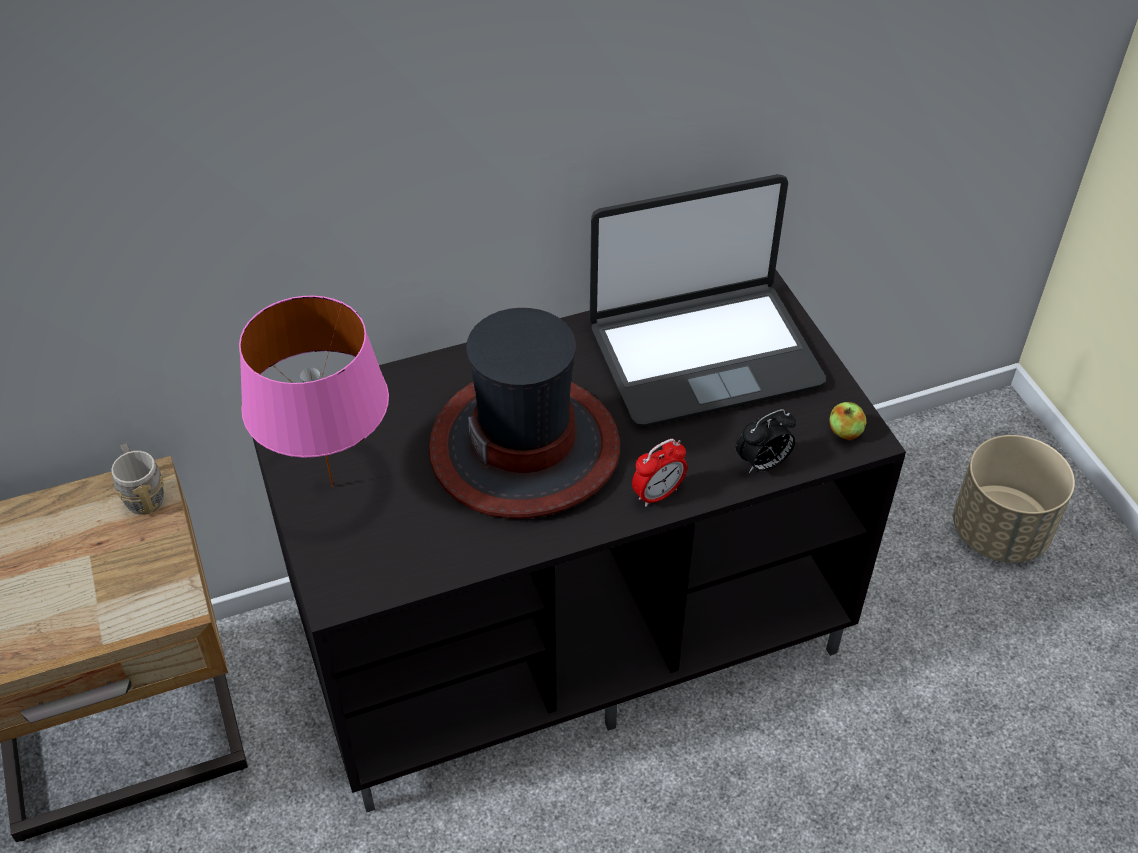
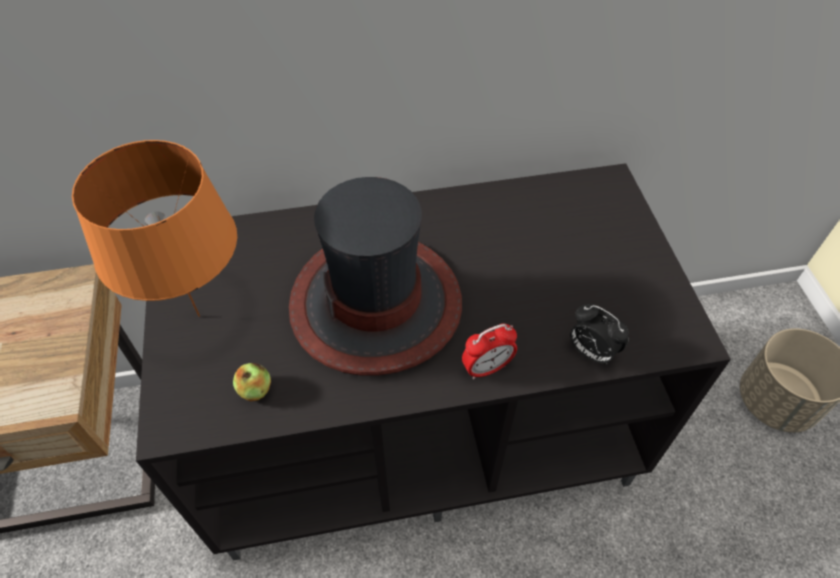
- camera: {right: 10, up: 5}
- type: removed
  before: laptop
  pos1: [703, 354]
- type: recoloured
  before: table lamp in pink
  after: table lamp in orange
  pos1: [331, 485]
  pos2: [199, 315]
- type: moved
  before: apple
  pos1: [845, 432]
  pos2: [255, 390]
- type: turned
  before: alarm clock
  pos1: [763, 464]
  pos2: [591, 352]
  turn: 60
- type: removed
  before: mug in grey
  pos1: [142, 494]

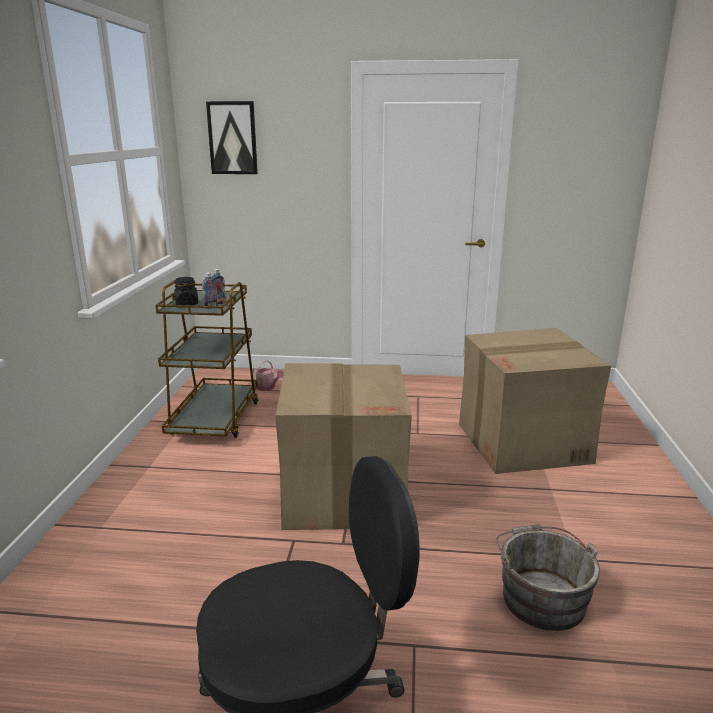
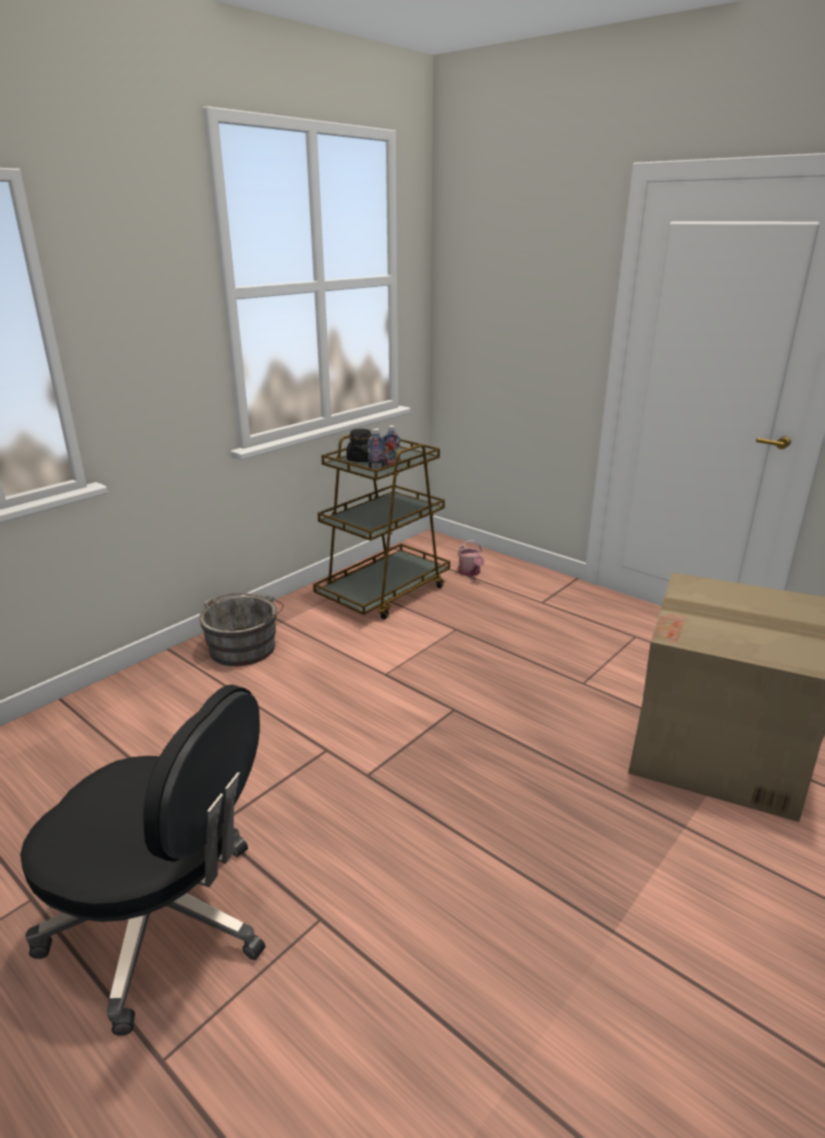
- camera: {right: 35, up: 5}
- type: removed
  before: picture
  pos1: [232, 138]
- type: removed
  before: cardboard box
  pos1: [344, 492]
- type: moved
  before: bucket in grey
  pos1: [541, 596]
  pos2: [245, 646]

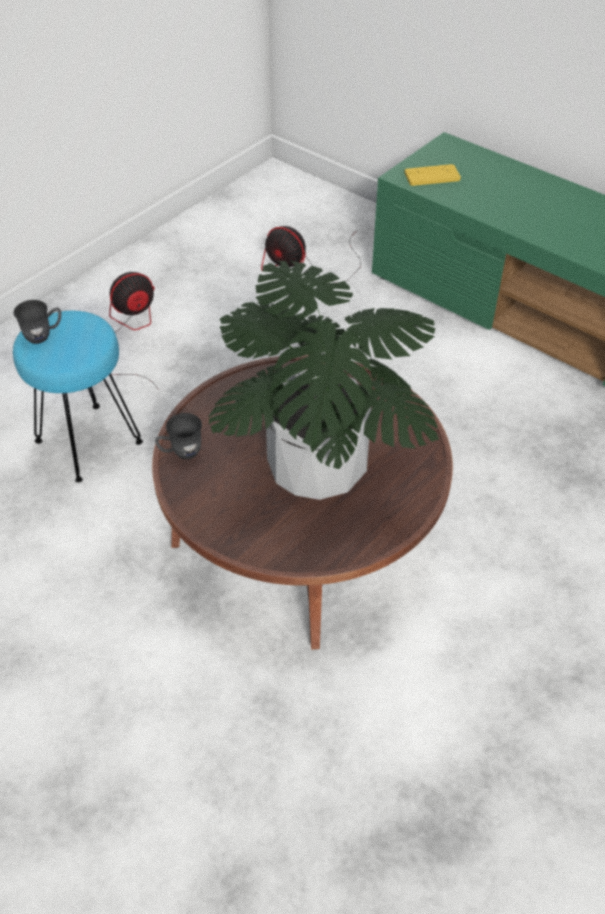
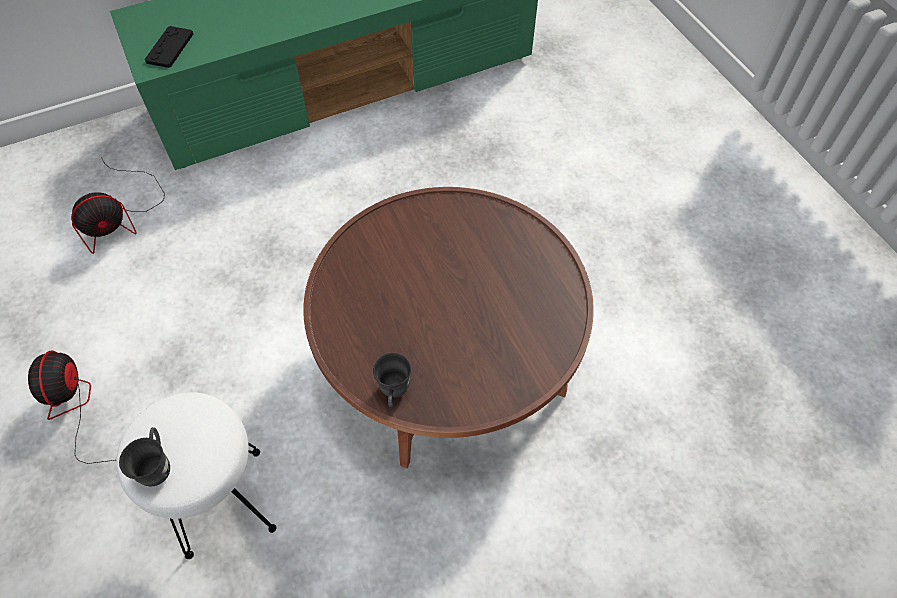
- camera: {right: -65, up: 10}
- type: recoloured
  before: game controller in yellow
  after: game controller in black
  pos1: [432, 176]
  pos2: [170, 48]
- type: removed
  before: potted plant
  pos1: [317, 469]
- type: recoloured
  before: stool in turquoise
  after: stool in white
  pos1: [89, 443]
  pos2: [226, 502]

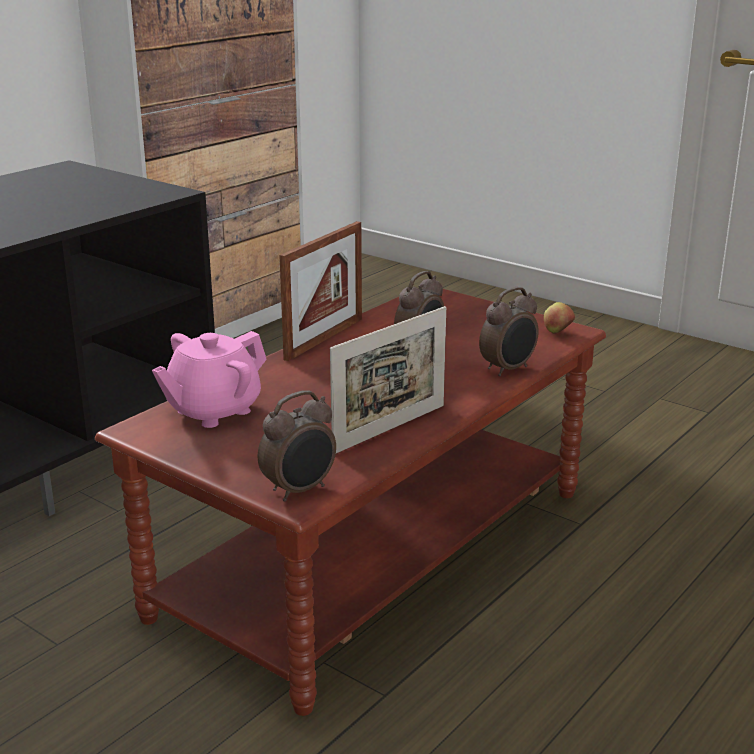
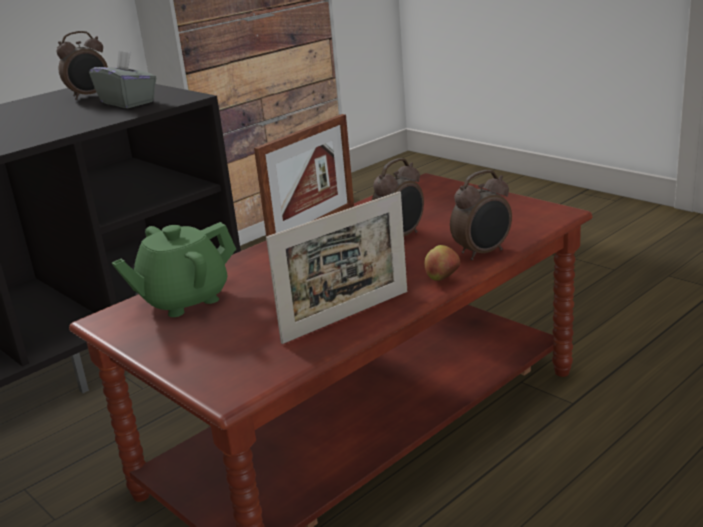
- camera: {right: 10, up: 0}
- type: moved
  before: apple
  pos1: [557, 333]
  pos2: [442, 279]
- type: recoloured
  before: teapot in pink
  after: teapot in green
  pos1: [213, 411]
  pos2: [184, 300]
- type: moved
  before: alarm clock
  pos1: [300, 490]
  pos2: [89, 96]
- type: added
  after: tissue box in grey
  pos2: [128, 102]

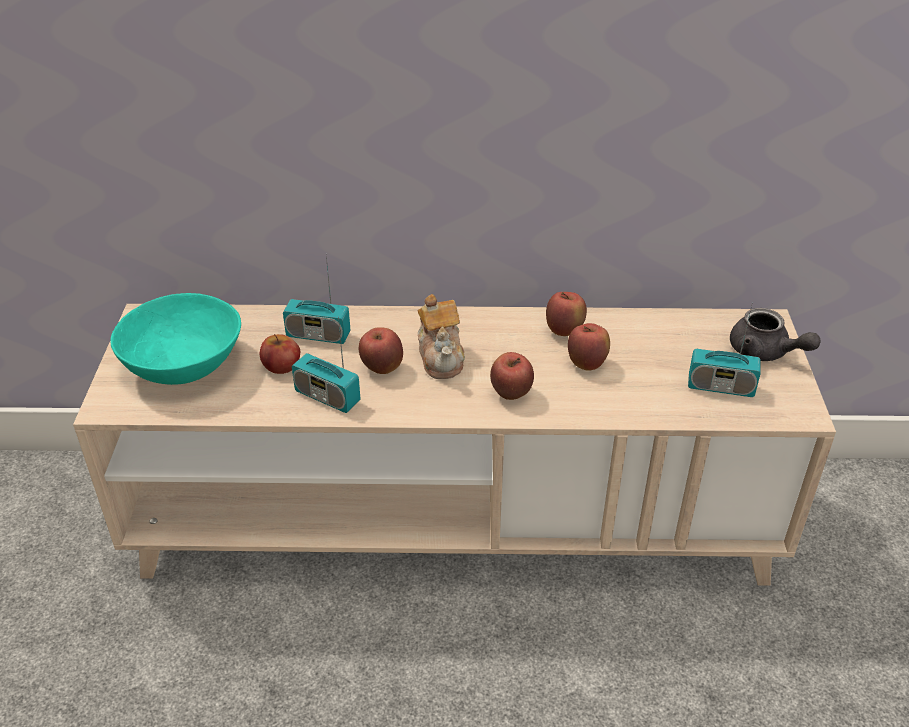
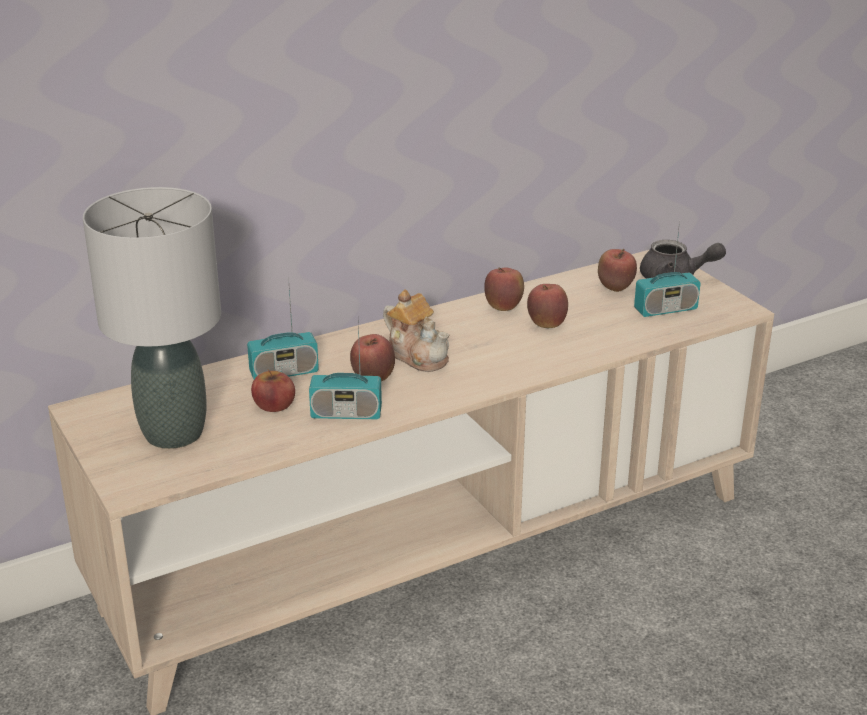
- camera: {right: -30, up: -10}
- type: replaced
  before: bowl in turquoise
  after: table lamp in grey
  pos1: [185, 365]
  pos2: [175, 433]
- type: moved
  before: apple
  pos1: [511, 394]
  pos2: [615, 288]

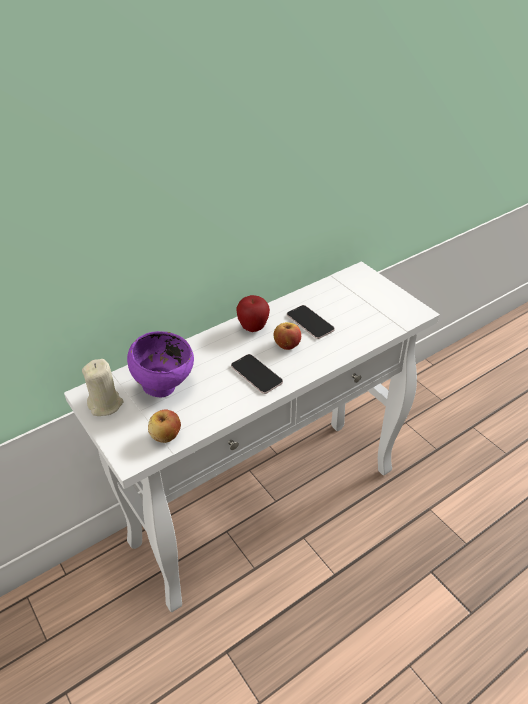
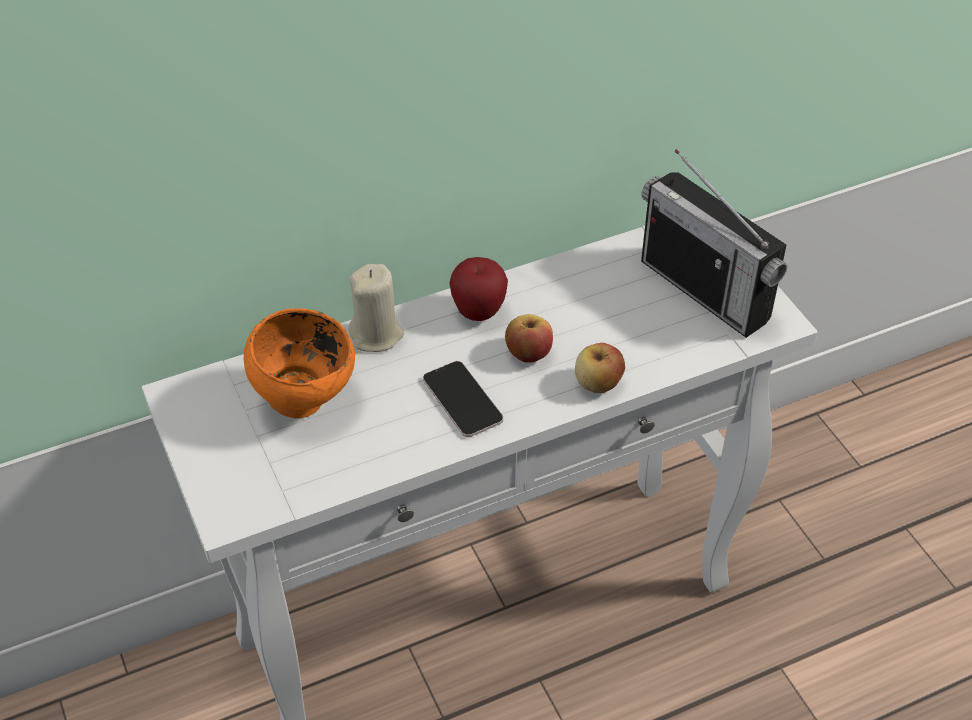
- camera: {right: 10, up: 5}
- type: removed
  before: phone
  pos1: [310, 322]
- type: recoloured
  before: bowl in purple
  after: bowl in orange
  pos1: [164, 387]
  pos2: [305, 400]
- type: moved
  before: candle in beige
  pos1: [106, 404]
  pos2: [376, 335]
- type: moved
  before: apple
  pos1: [166, 436]
  pos2: [598, 383]
- type: added
  after: radio
  pos2: [704, 290]

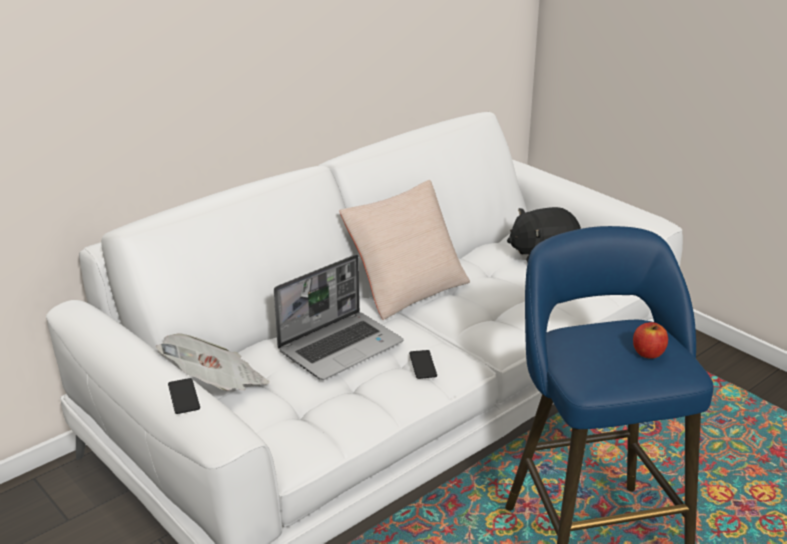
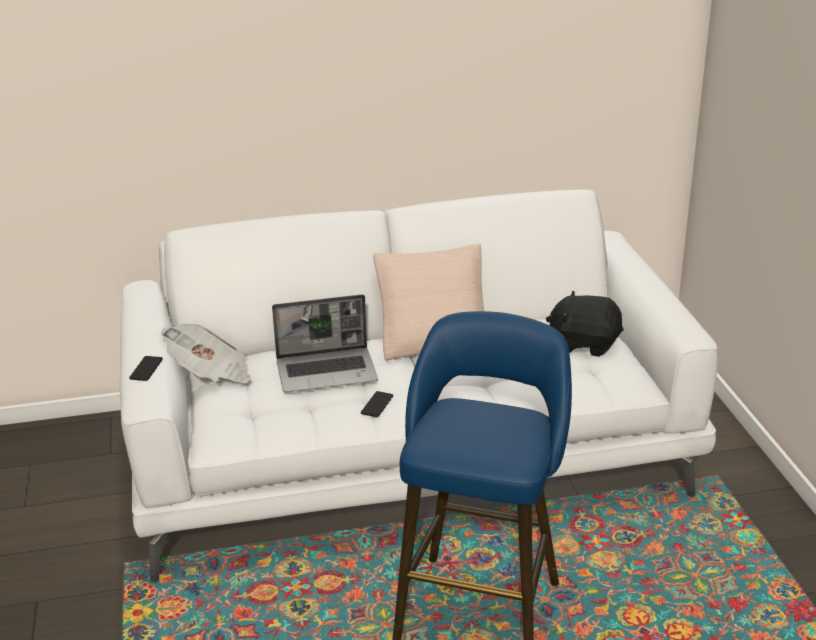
- camera: {right: 30, up: 0}
- type: removed
  before: apple
  pos1: [648, 353]

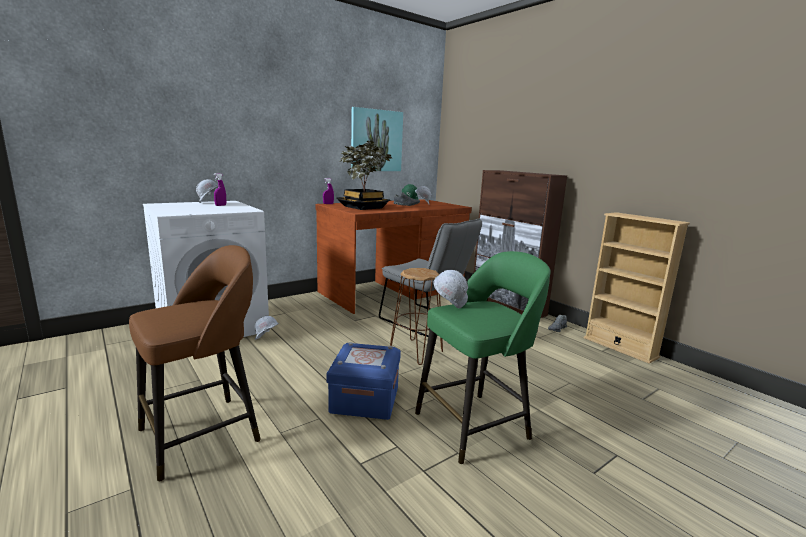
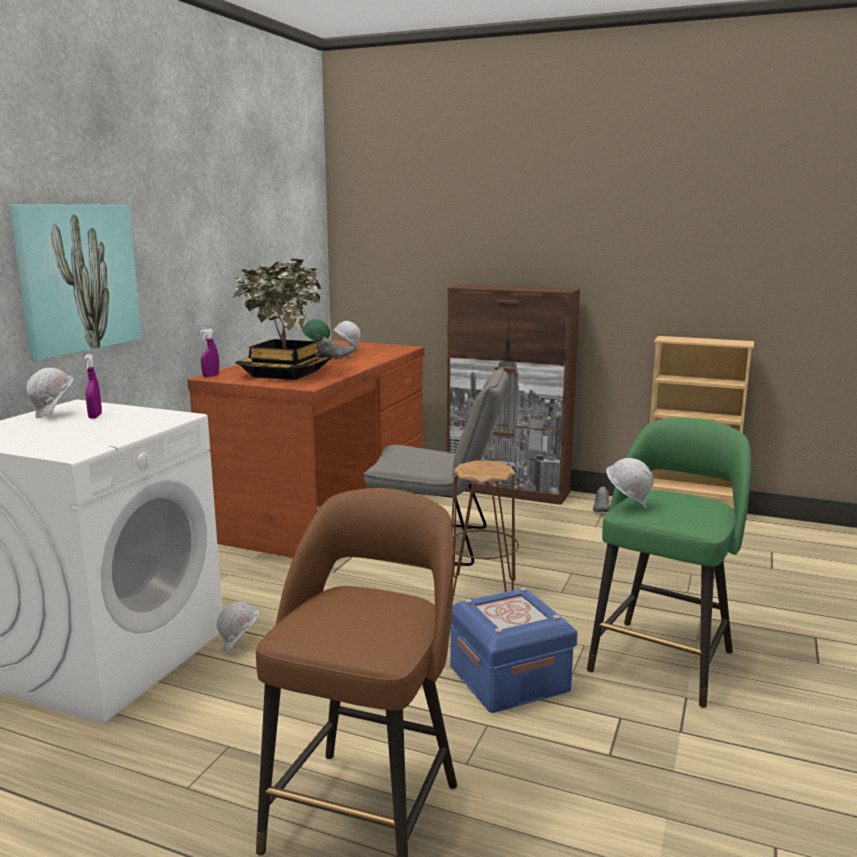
- camera: {right: -30, up: 0}
- type: moved
  before: picture
  pos1: [376, 140]
  pos2: [79, 278]

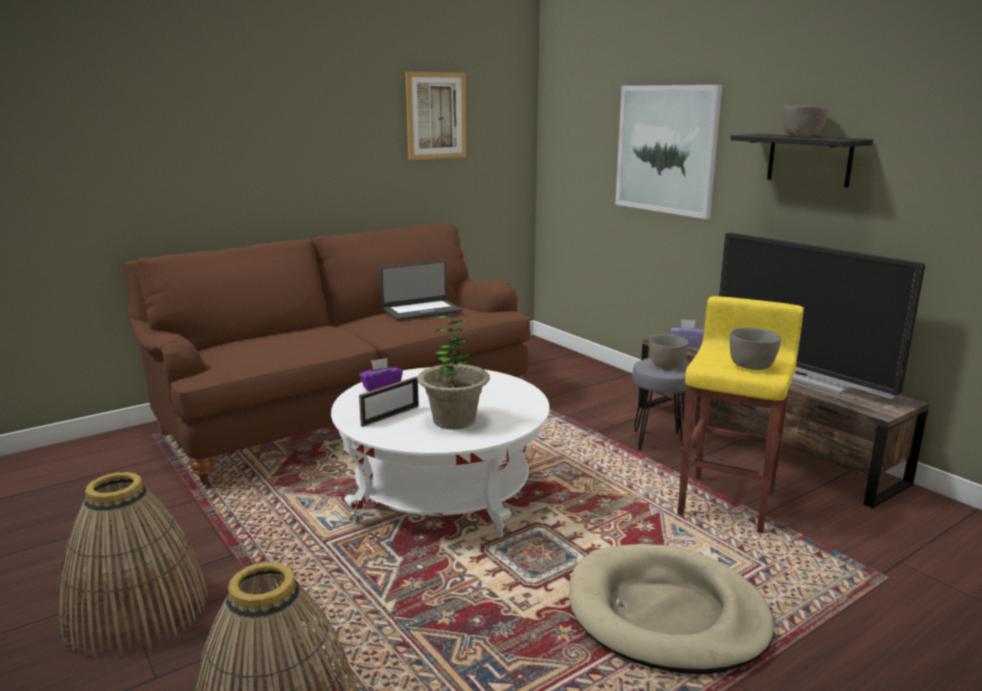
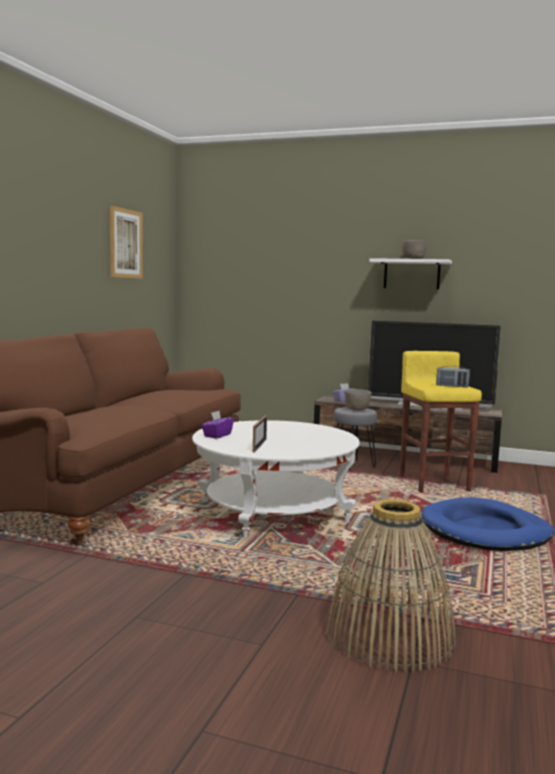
- camera: {right: -35, up: -10}
- type: removed
  before: picture
  pos1: [666, 149]
- type: recoloured
  before: shelf in black
  after: shelf in white
  pos1: [809, 160]
  pos2: [411, 274]
- type: removed
  before: laptop
  pos1: [421, 310]
- type: removed
  before: potted plant
  pos1: [454, 420]
- type: replaced
  before: bowl in grey
  after: radio
  pos1: [752, 366]
  pos2: [452, 386]
- type: removed
  before: basket
  pos1: [136, 610]
- type: recoloured
  before: dog bed in beige
  after: dog bed in blue
  pos1: [666, 614]
  pos2: [485, 531]

